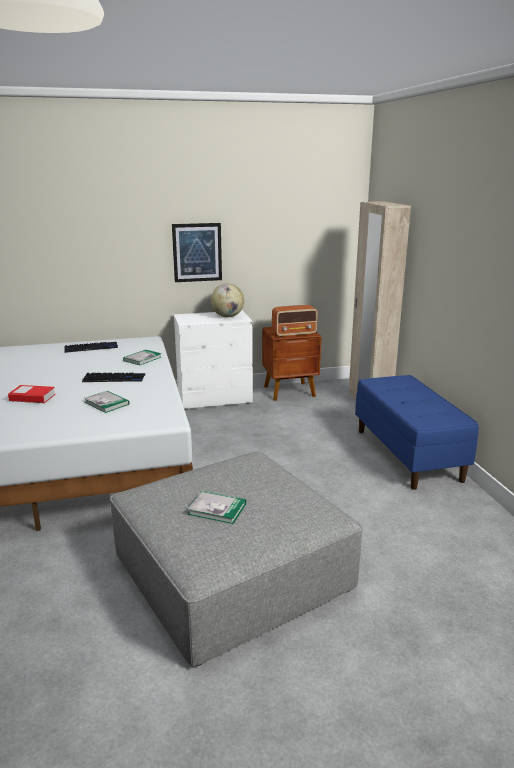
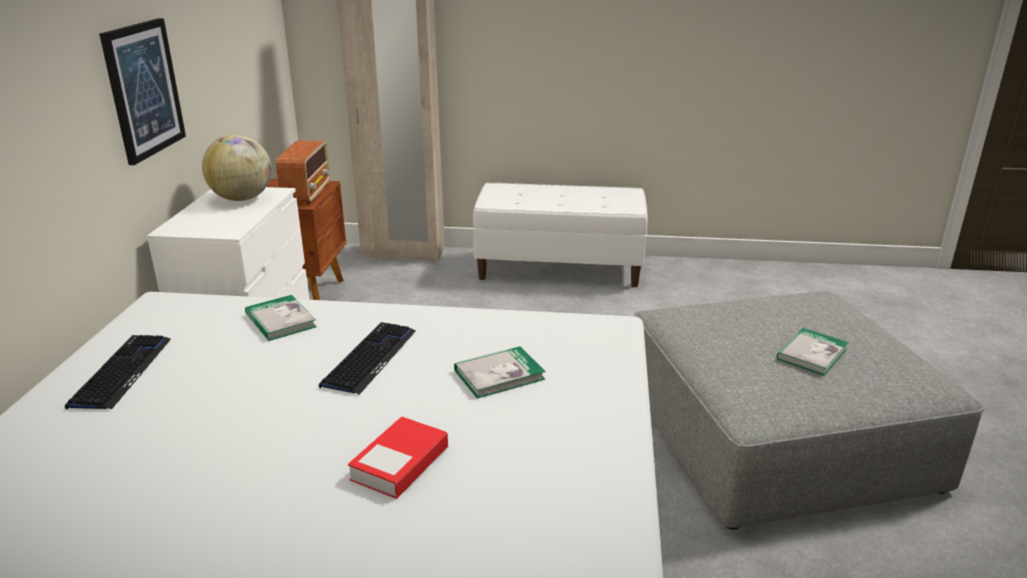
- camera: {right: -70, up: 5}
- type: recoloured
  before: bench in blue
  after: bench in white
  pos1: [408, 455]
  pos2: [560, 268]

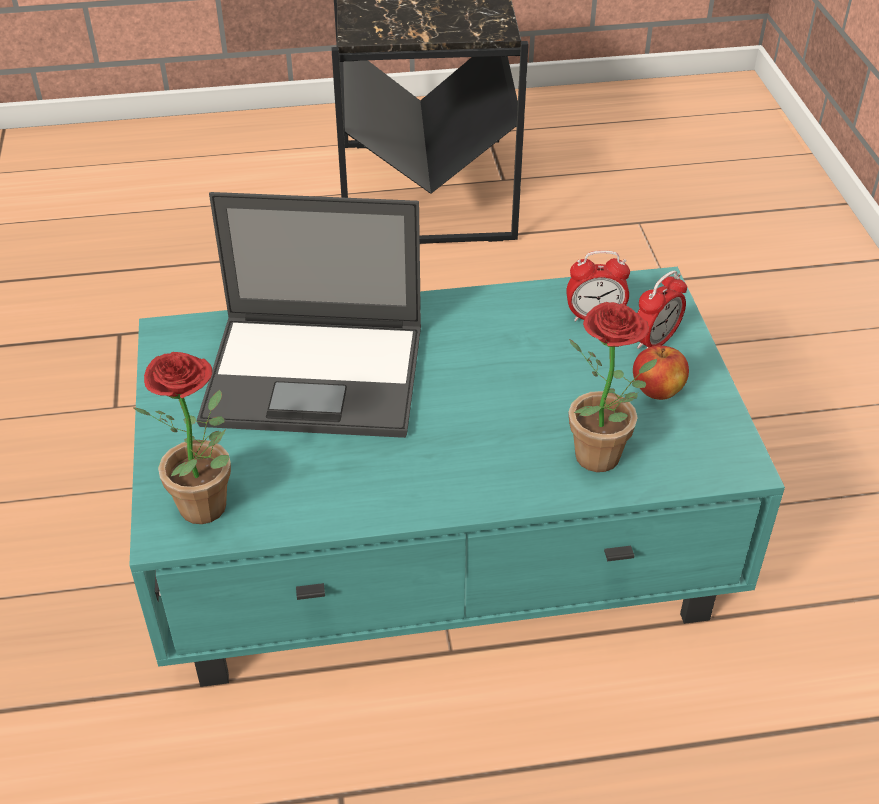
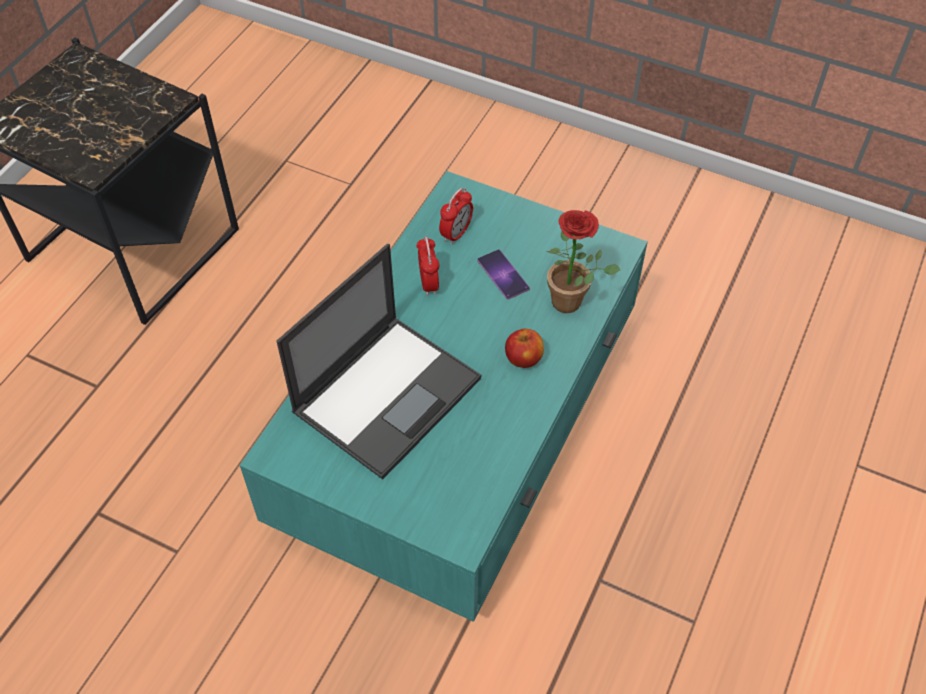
- camera: {right: -55, up: 10}
- type: moved
  before: alarm clock
  pos1: [655, 341]
  pos2: [429, 283]
- type: moved
  before: apple
  pos1: [657, 391]
  pos2: [523, 359]
- type: removed
  before: potted plant
  pos1: [211, 511]
- type: added
  after: phone
  pos2: [503, 274]

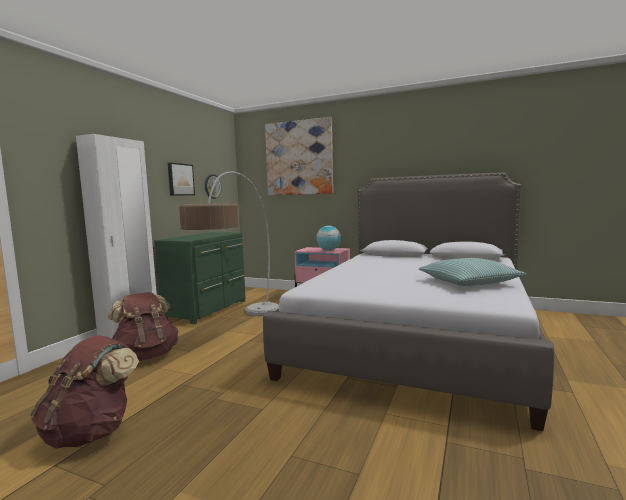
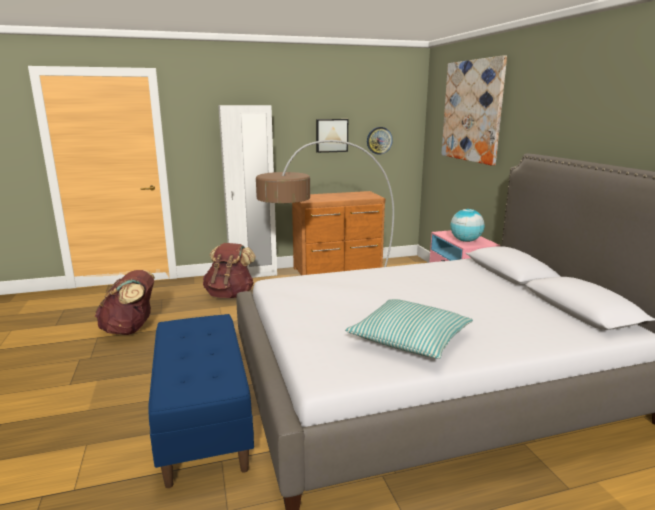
- camera: {right: 50, up: 10}
- type: recoloured
  before: dresser in green
  after: dresser in brown
  pos1: [208, 309]
  pos2: [338, 271]
- type: added
  after: bench in blue
  pos2: [204, 422]

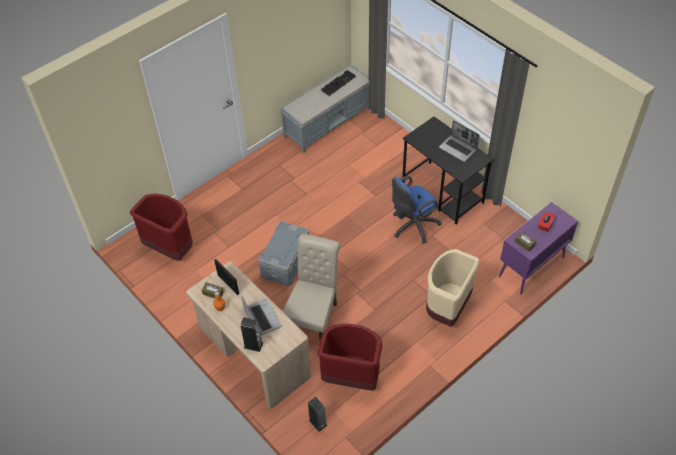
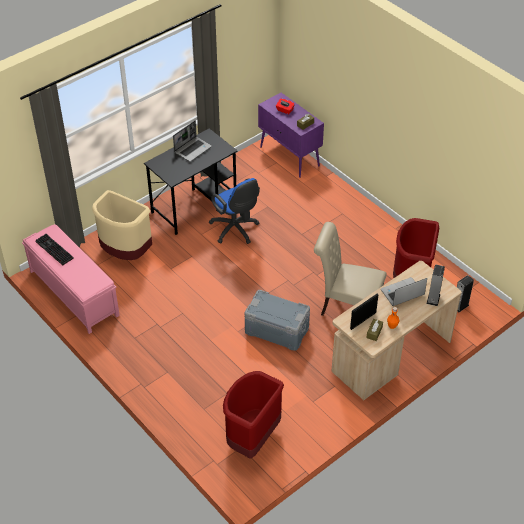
- camera: {right: -90, up: -5}
- type: recoloured
  before: bench in grey
  after: bench in pink
  pos1: [328, 122]
  pos2: [73, 293]
- type: moved
  before: trash can in beige
  pos1: [447, 308]
  pos2: [125, 252]

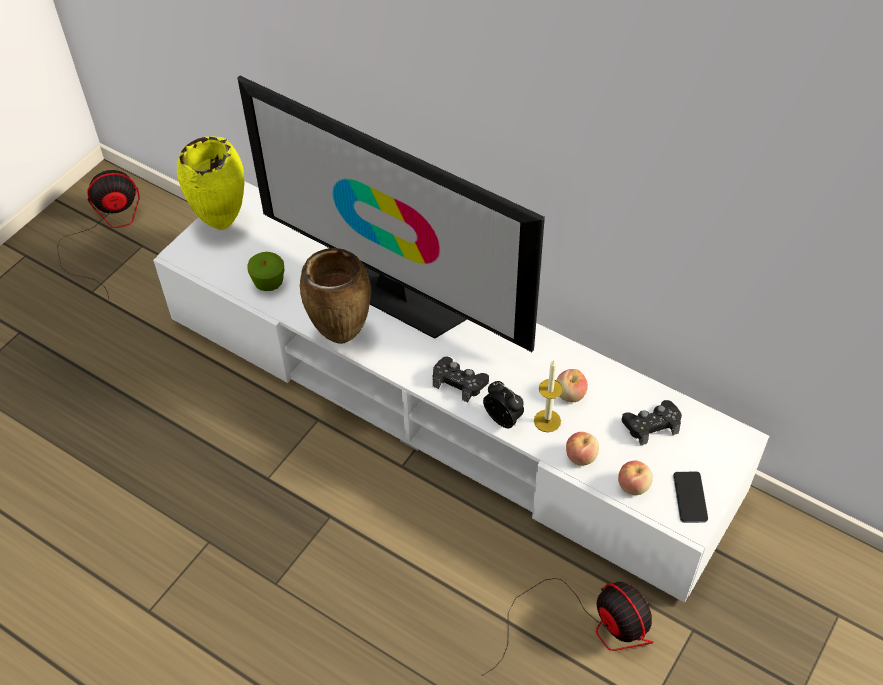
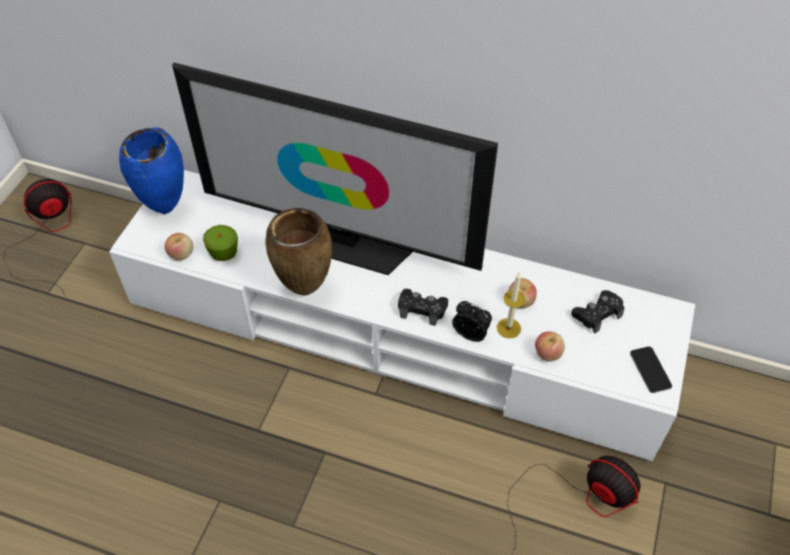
- camera: {right: -15, up: 0}
- type: recoloured
  before: vase in yellow
  after: vase in blue
  pos1: [223, 225]
  pos2: [166, 209]
- type: moved
  before: apple
  pos1: [633, 485]
  pos2: [181, 254]

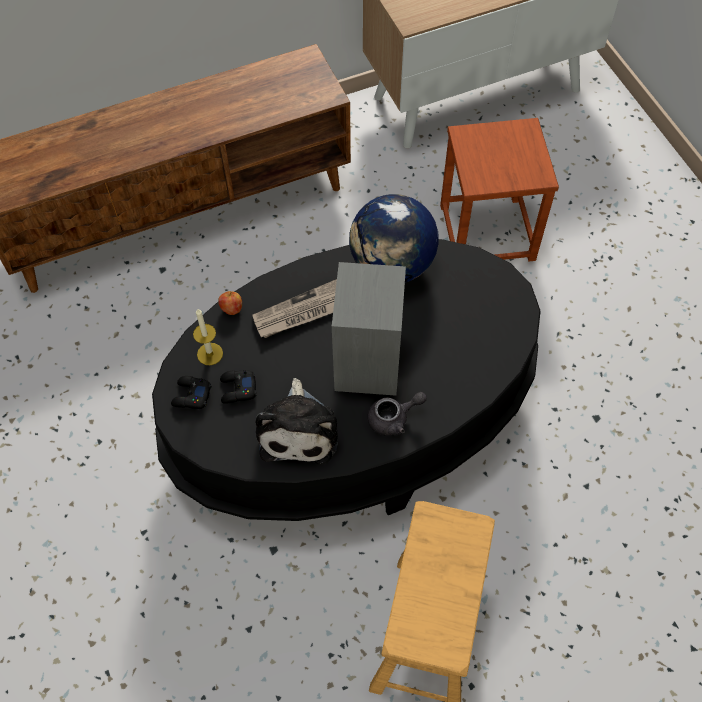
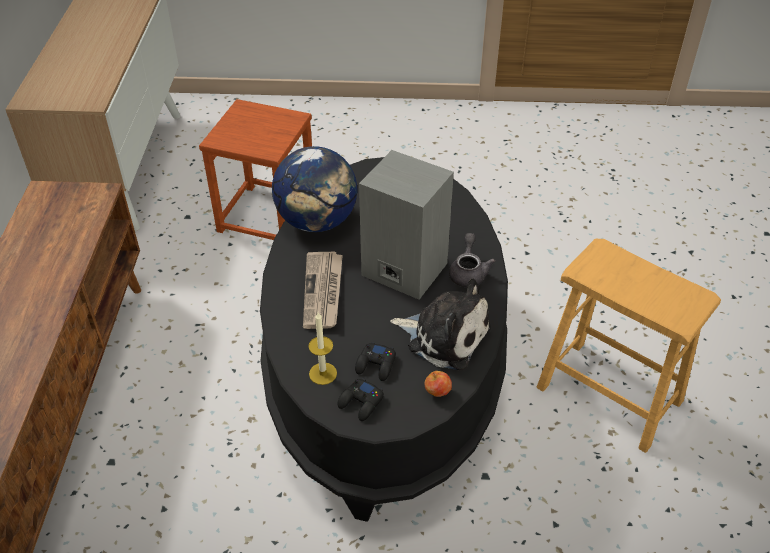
- camera: {right: -65, up: -15}
- type: moved
  before: apple
  pos1: [231, 309]
  pos2: [437, 392]

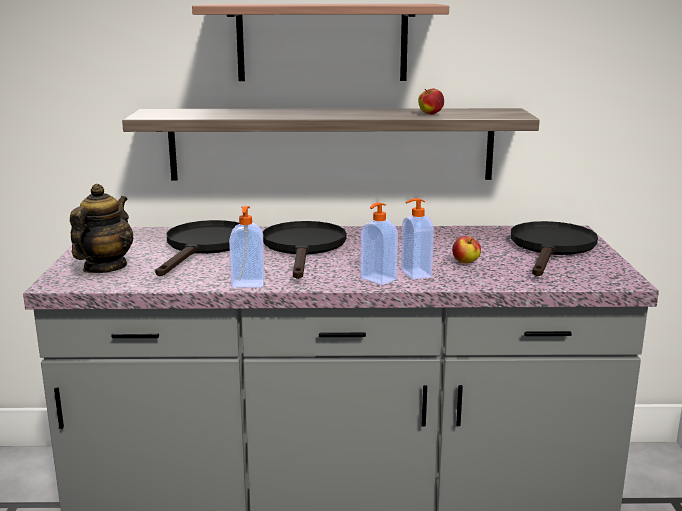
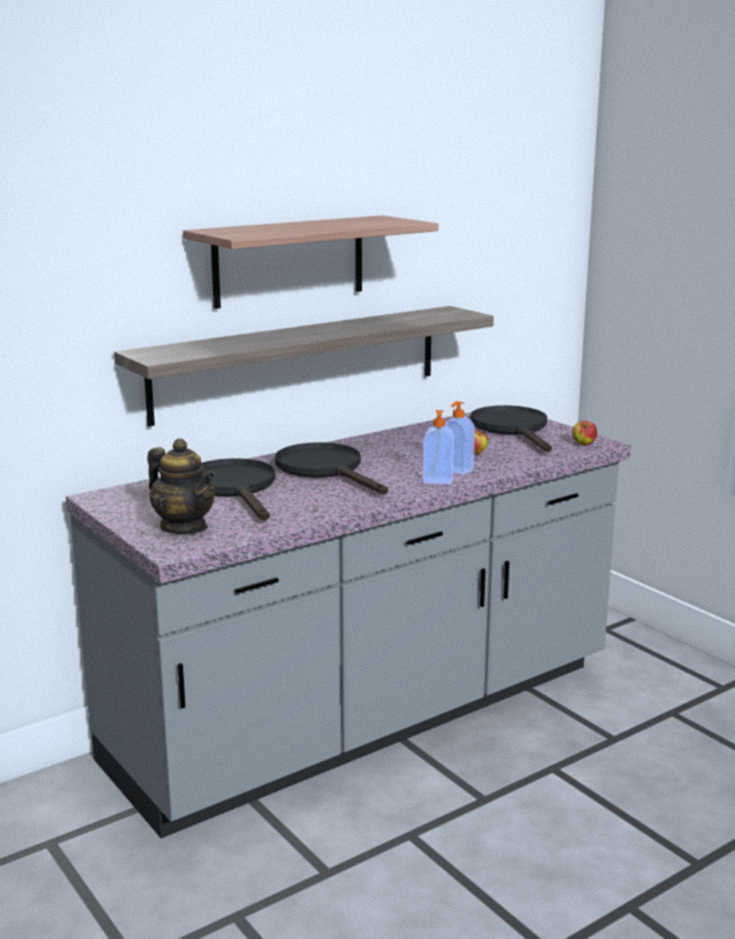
- camera: {right: -35, up: 0}
- type: moved
  before: apple
  pos1: [430, 114]
  pos2: [583, 444]
- type: turned
  before: teapot
  pos1: [104, 268]
  pos2: [184, 527]
  turn: 150
- type: removed
  before: soap dispenser
  pos1: [248, 284]

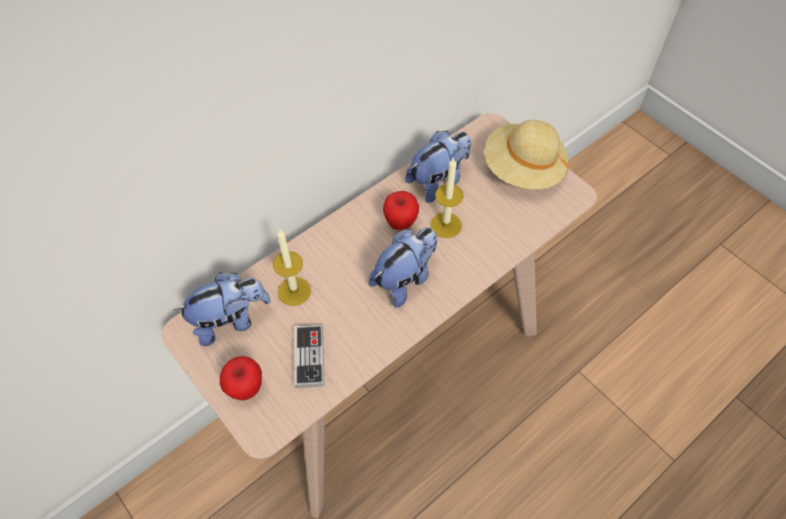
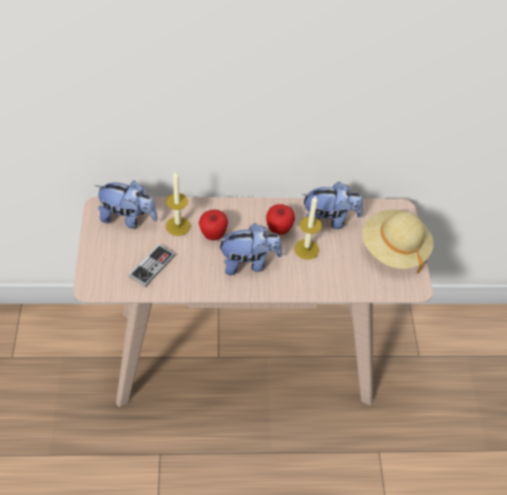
- camera: {right: 35, up: -5}
- type: moved
  before: apple
  pos1: [246, 388]
  pos2: [213, 235]

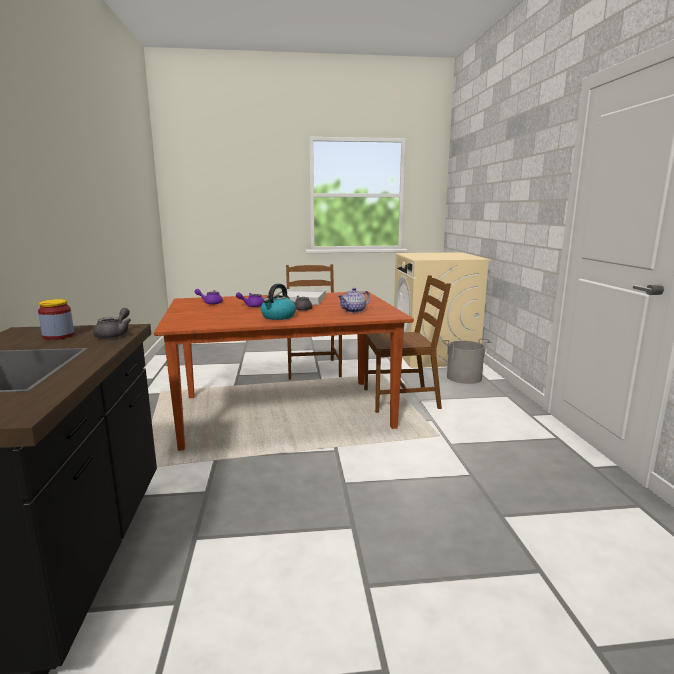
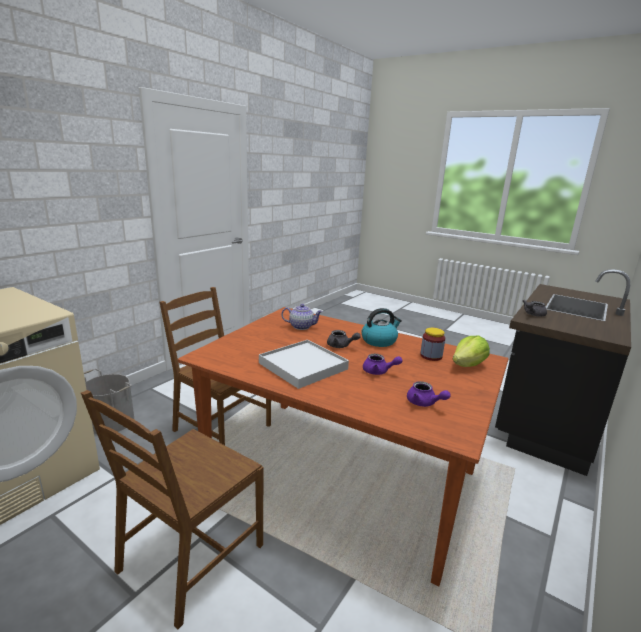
- camera: {right: -140, up: 5}
- type: moved
  before: jar
  pos1: [58, 336]
  pos2: [431, 356]
- type: added
  after: lettuce
  pos2: [468, 365]

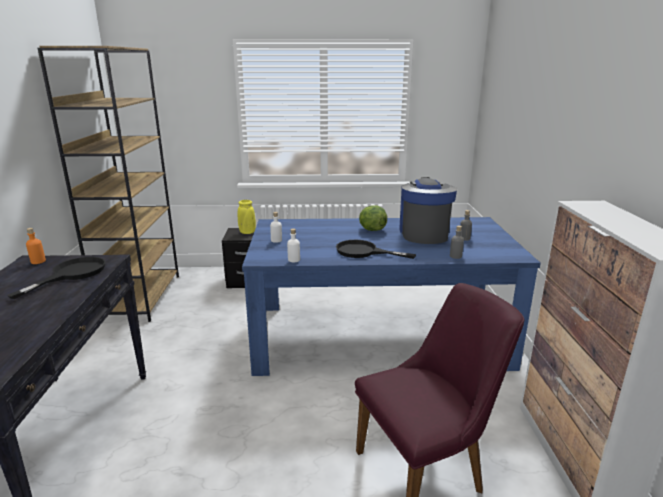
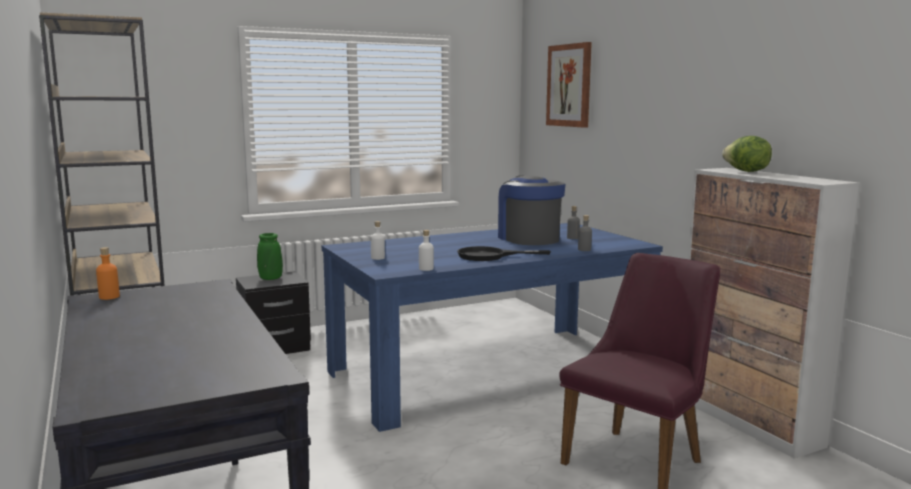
- camera: {right: -25, up: -10}
- type: recoloured
  before: vase in yellow
  after: vase in green
  pos1: [247, 232]
  pos2: [270, 278]
- type: moved
  before: lettuce
  pos1: [371, 230]
  pos2: [746, 171]
- type: removed
  before: frying pan in black
  pos1: [71, 274]
- type: added
  after: picture
  pos2: [569, 85]

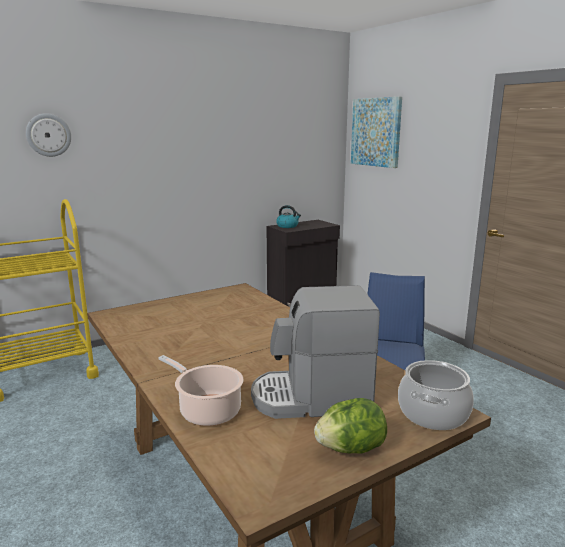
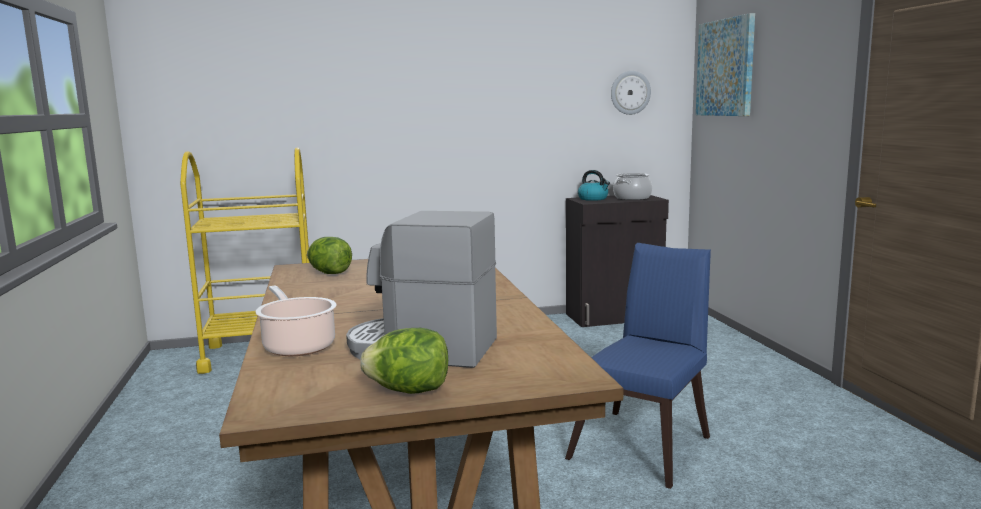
- camera: {right: 20, up: -5}
- type: moved
  before: wall clock
  pos1: [48, 135]
  pos2: [630, 92]
- type: moved
  before: cooking pot
  pos1: [432, 413]
  pos2: [632, 198]
- type: added
  after: lettuce
  pos2: [329, 273]

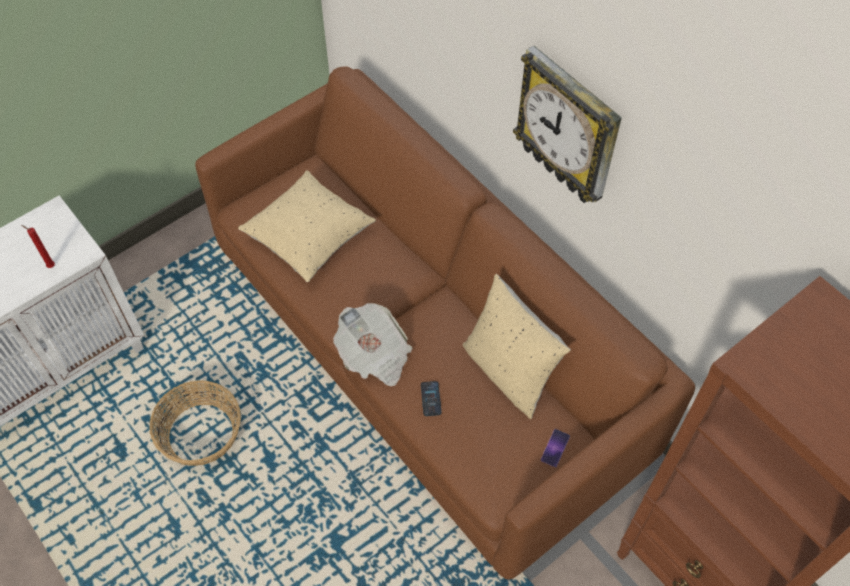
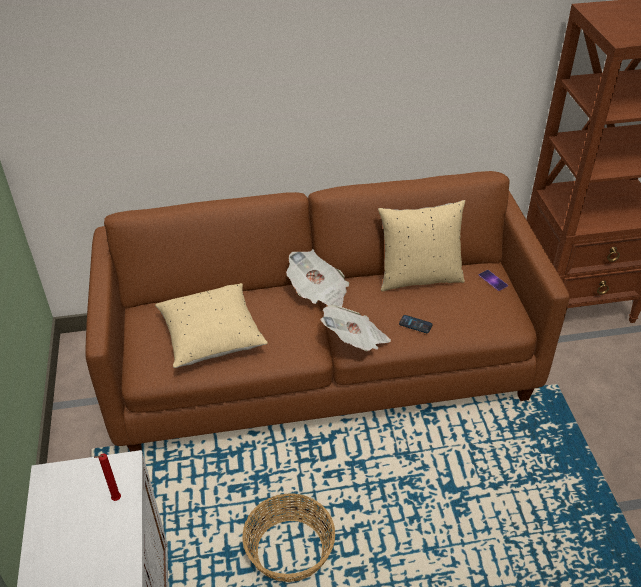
- camera: {right: -60, up: -15}
- type: removed
  before: wall clock
  pos1: [568, 128]
- type: added
  after: newspaper
  pos2: [319, 292]

